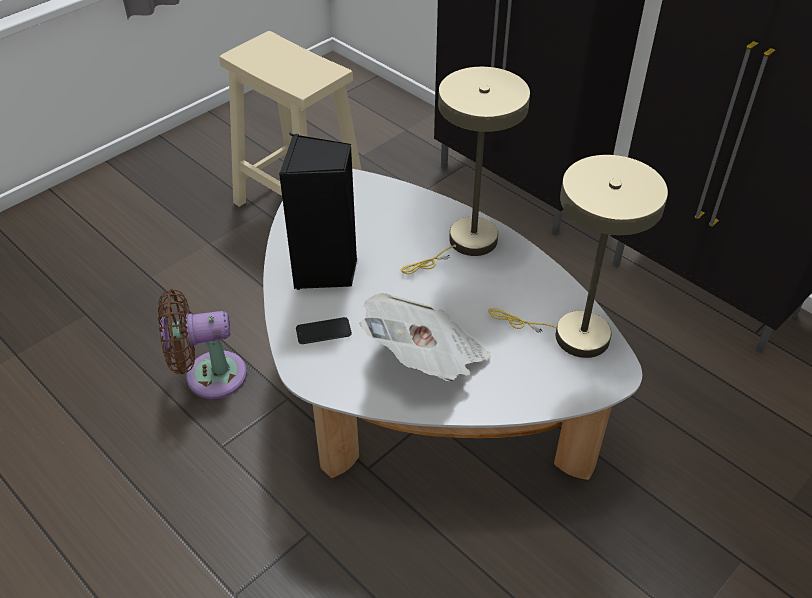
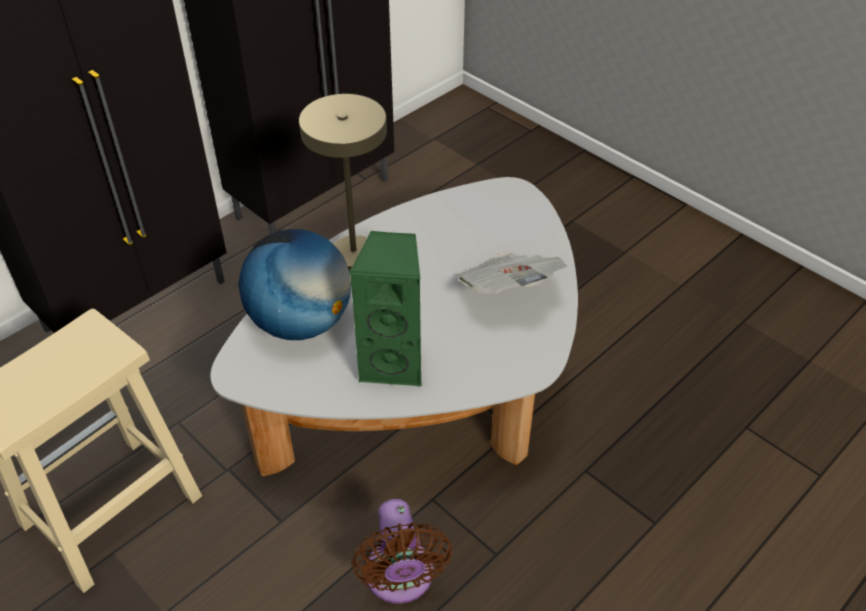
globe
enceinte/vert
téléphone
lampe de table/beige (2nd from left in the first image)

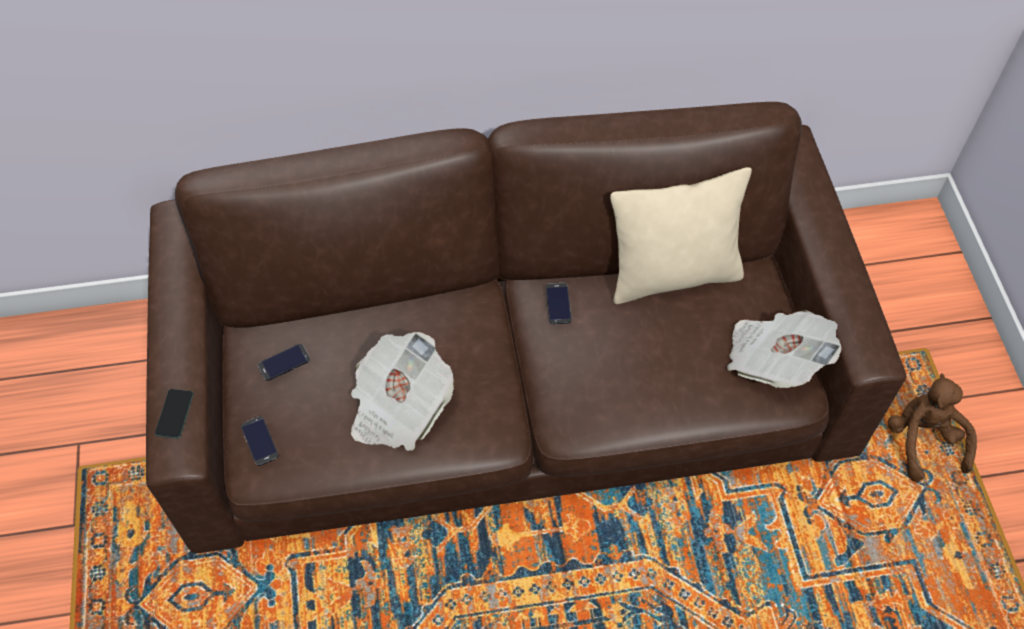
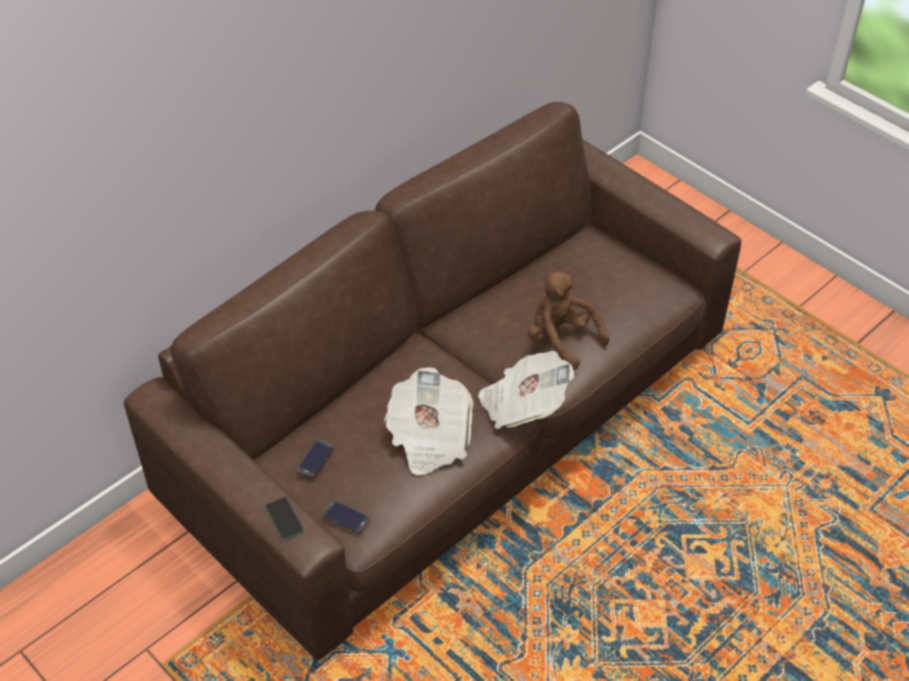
journal (2nd from left)
peluche/marron
téléphone (4th from left in the first image)
coussin/beige

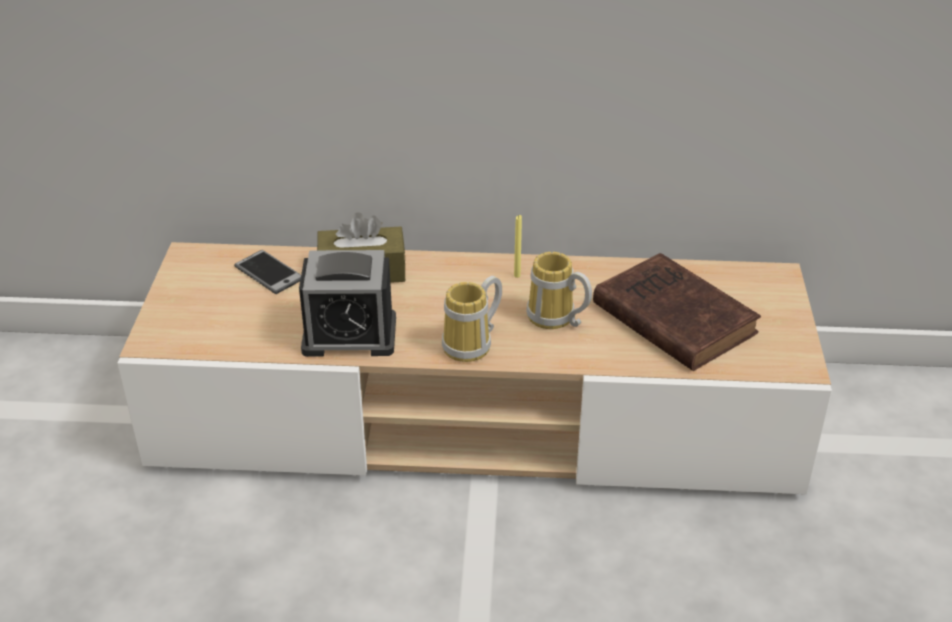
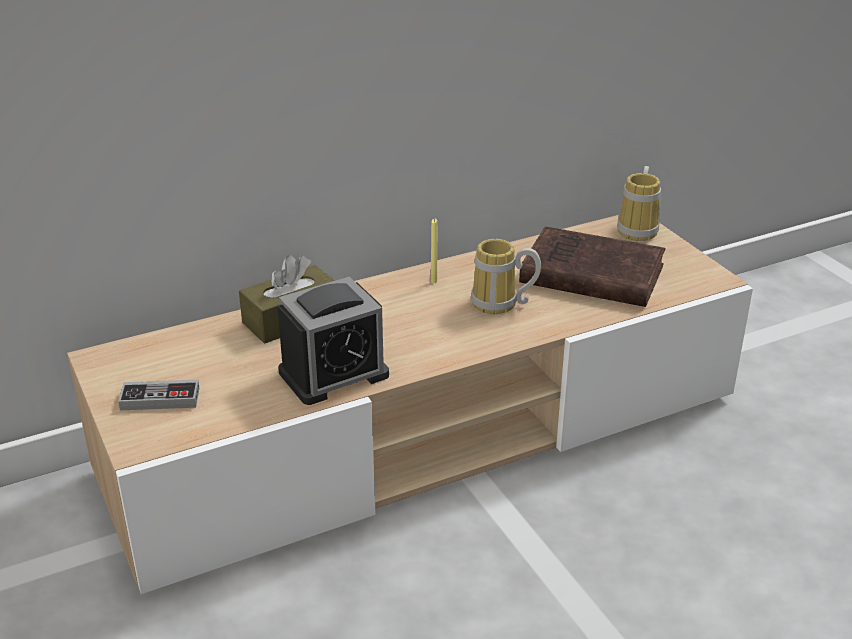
manette
mug (2nd from left)
téléphone

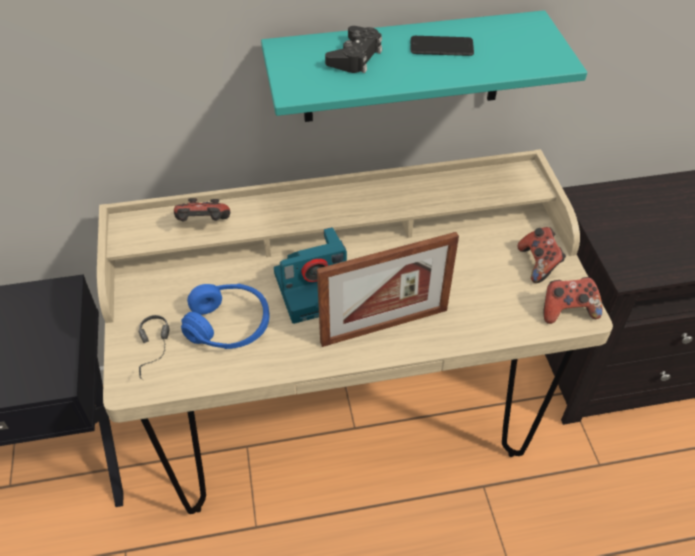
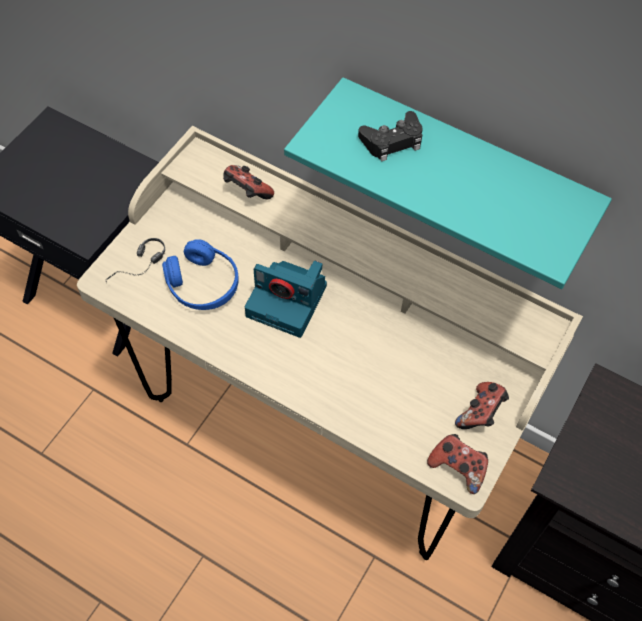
cadre photo
téléphone

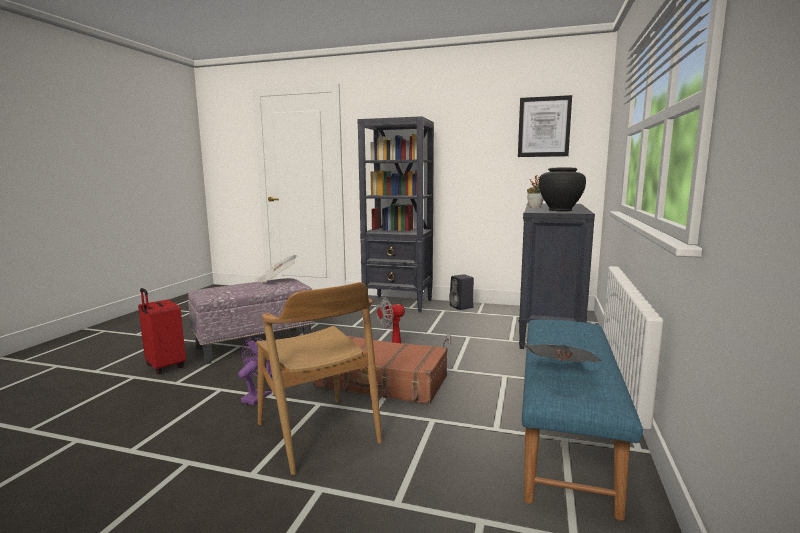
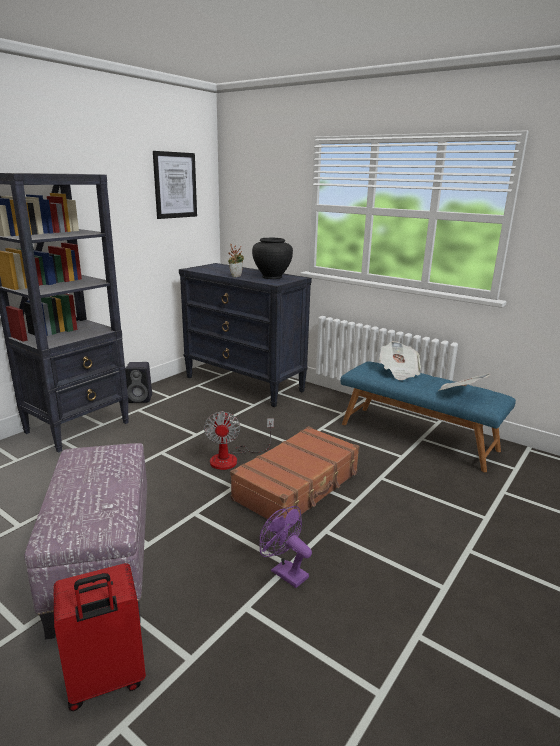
journal (1st from left)
chaise/marron

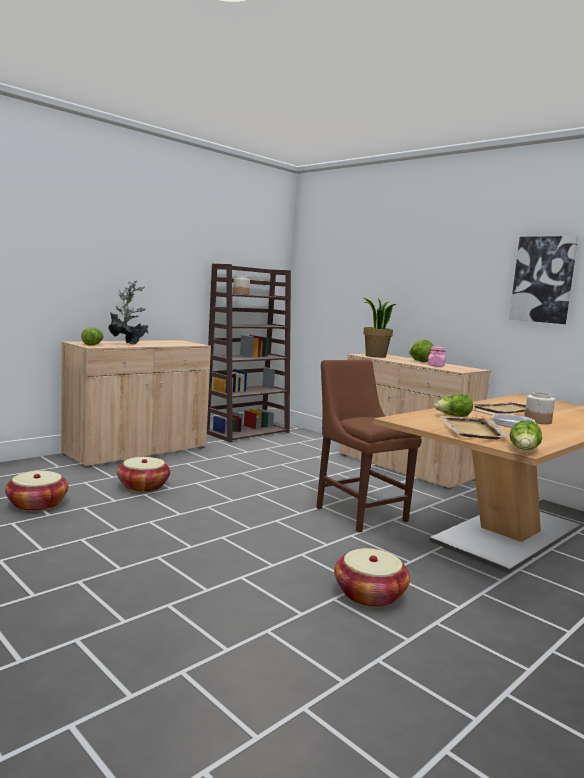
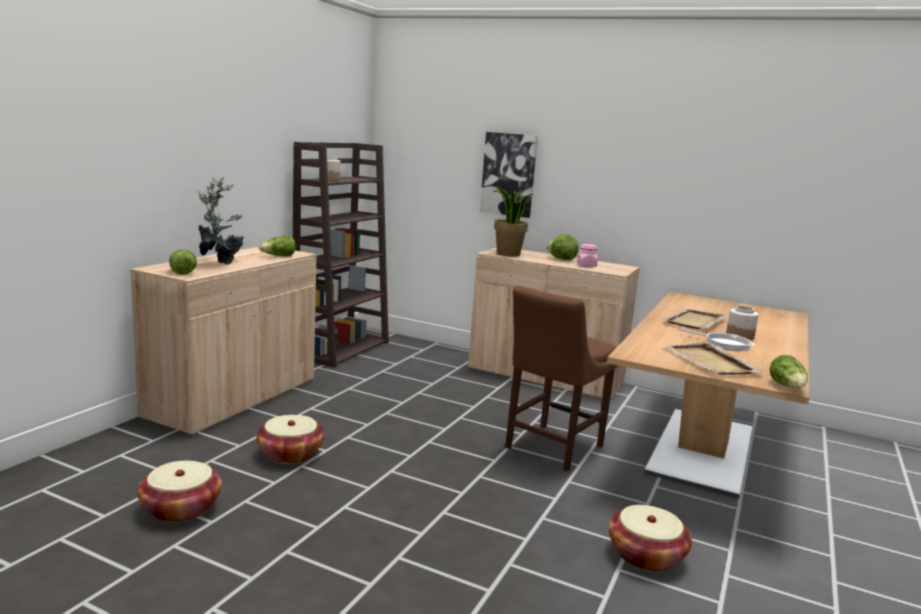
laitue (2nd from left)
tableau
chaise/marron

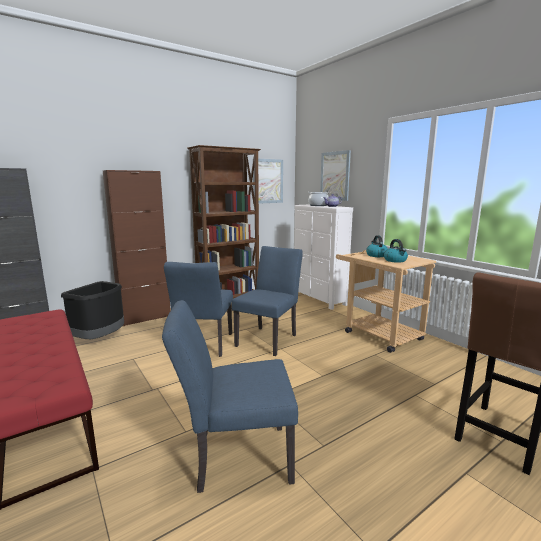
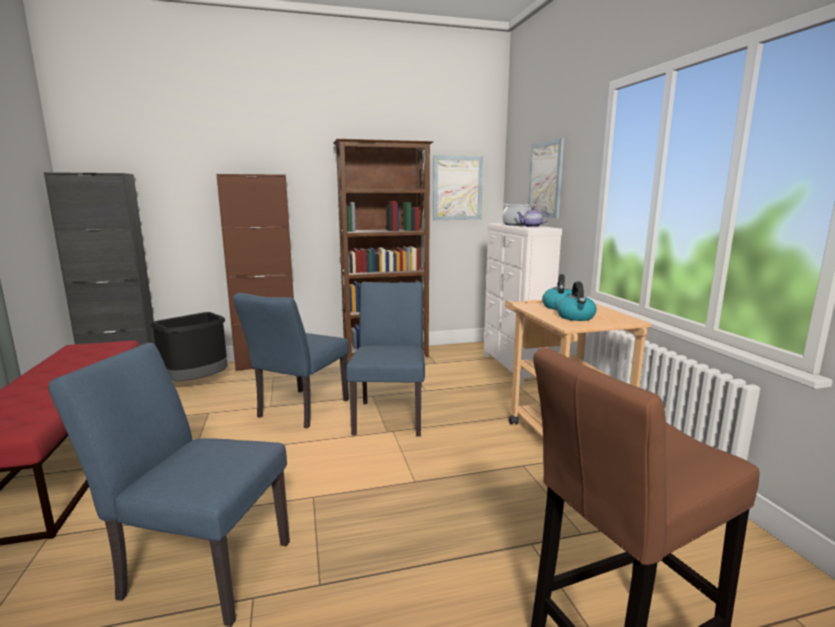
chaise/bleu (3rd from left)

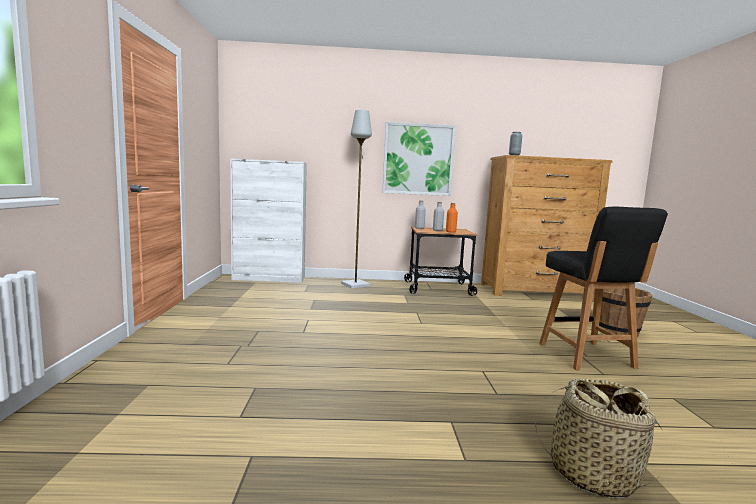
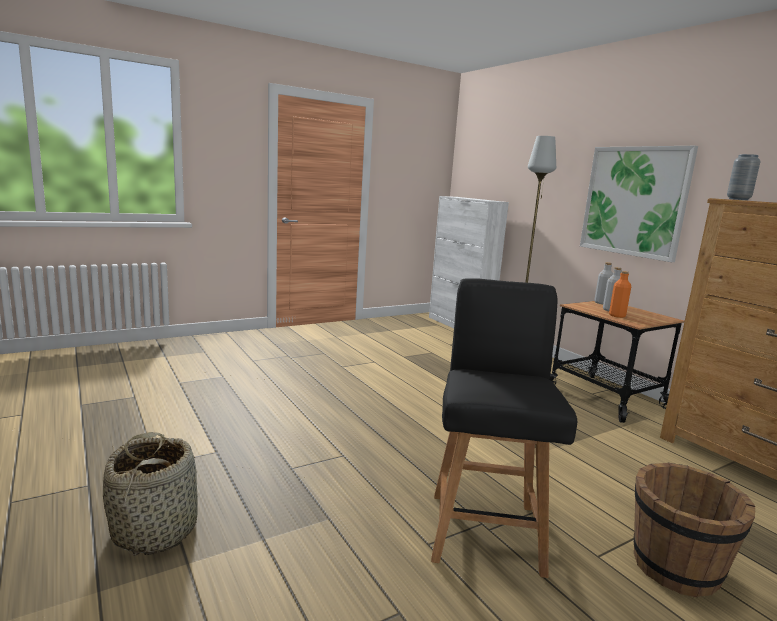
chaise/noir

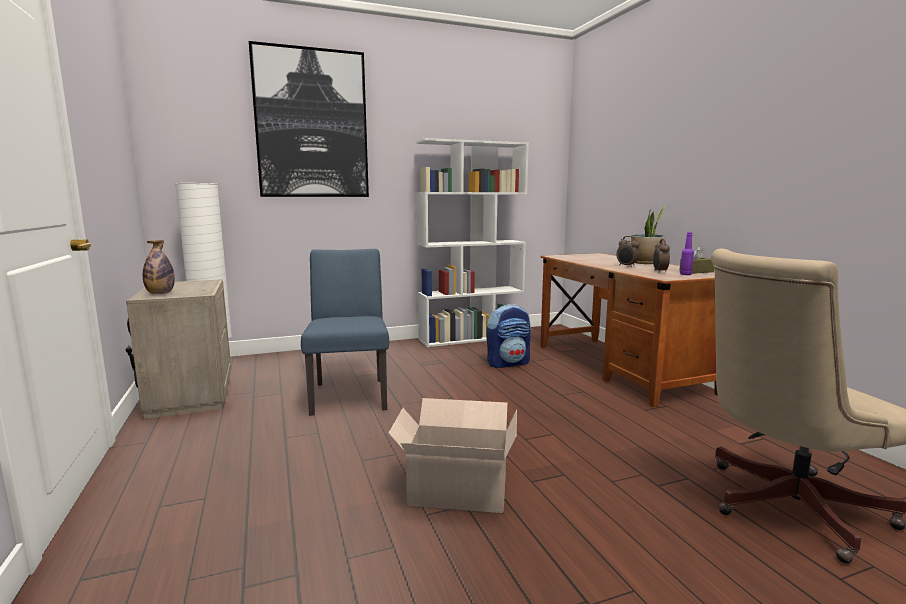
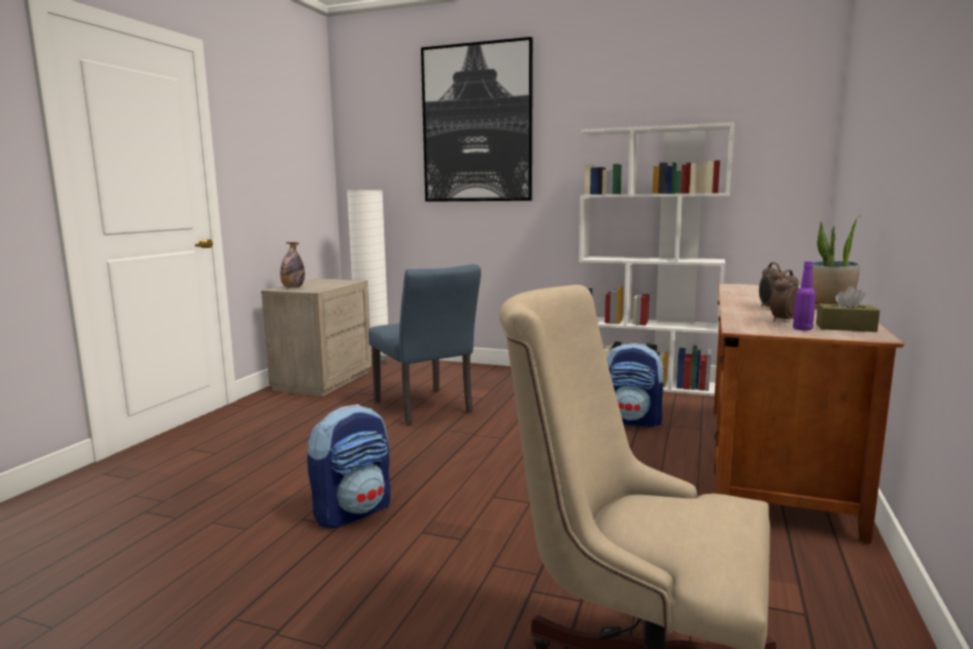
sac à dos (1st from left)
chaise/bleu

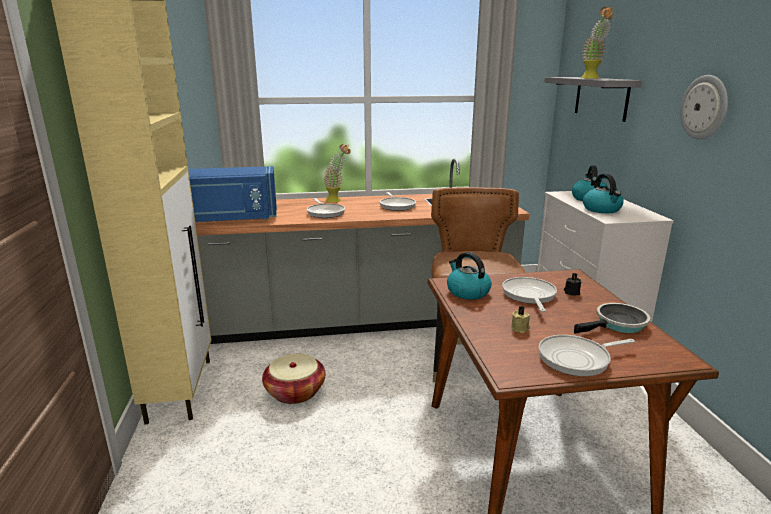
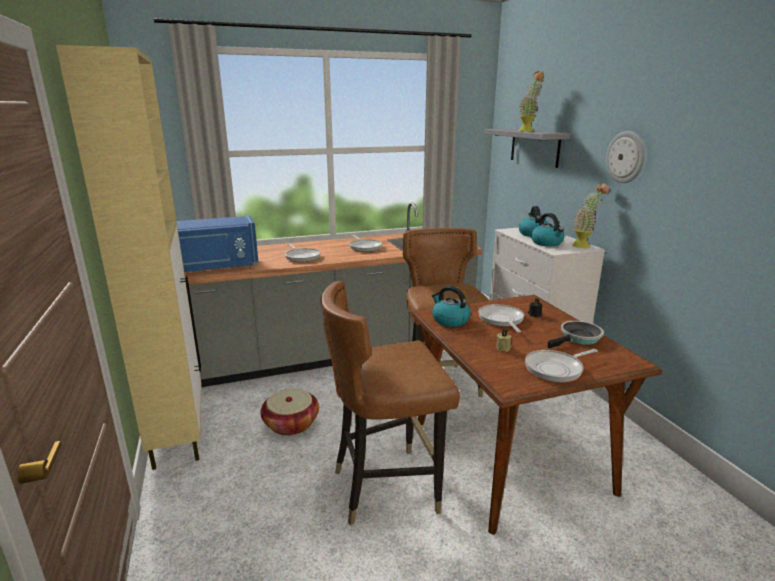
chaise/marron (1st from left)
plante en pot (2nd from left)

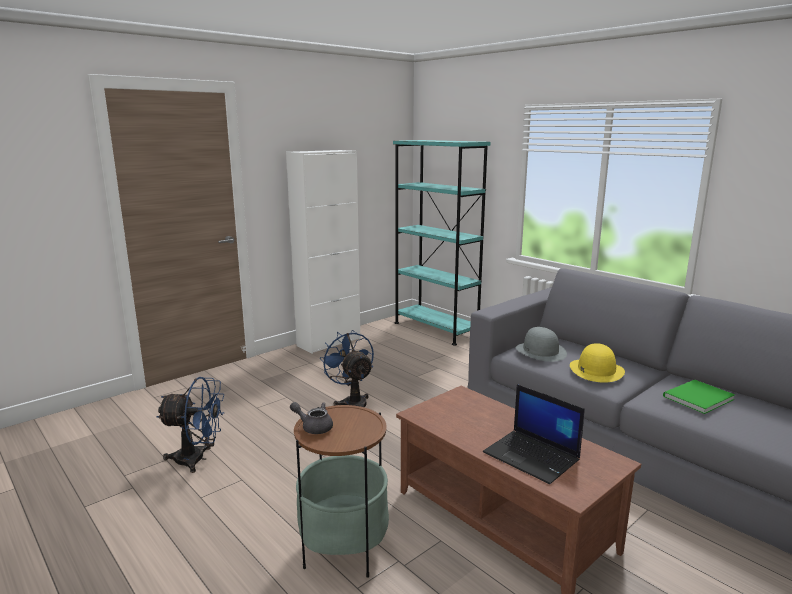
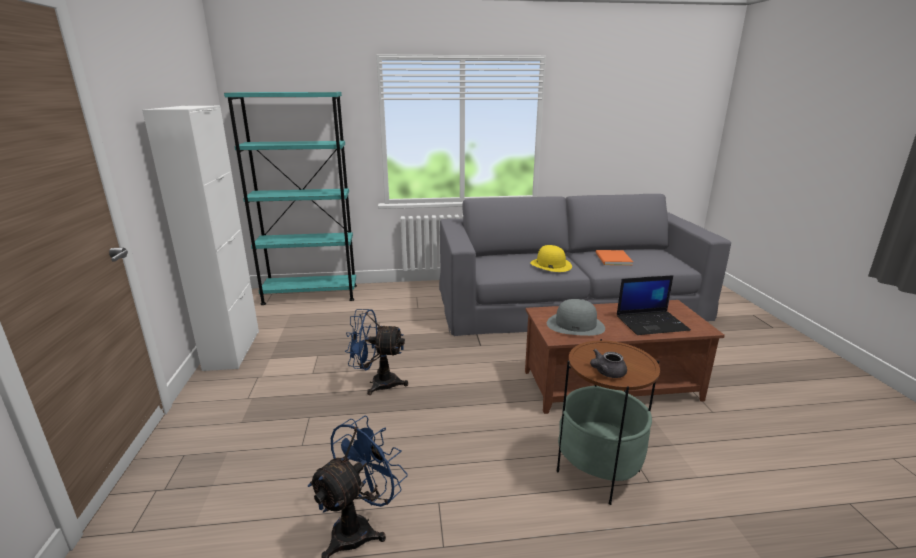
chapeau/gris
livre/orange

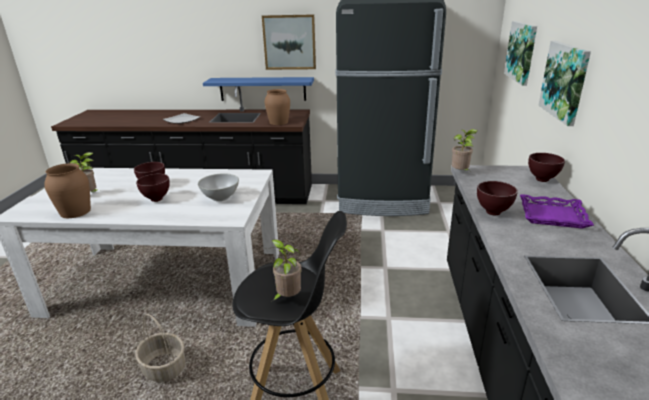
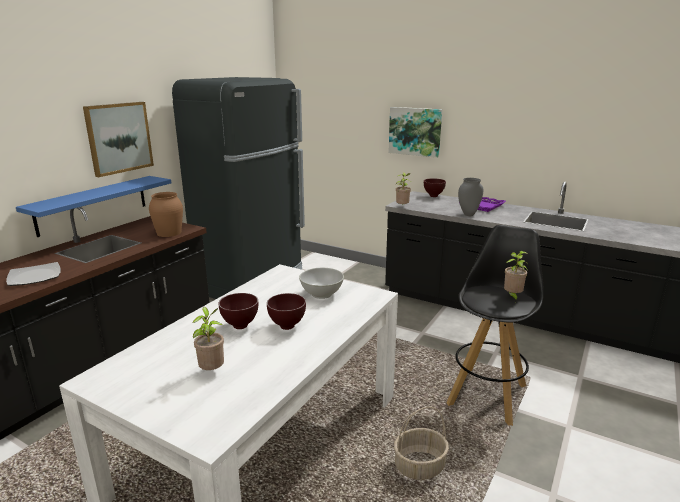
vase/gris
vase/marron (1st from left in the first image)
tableau (2nd from left in the first image)

